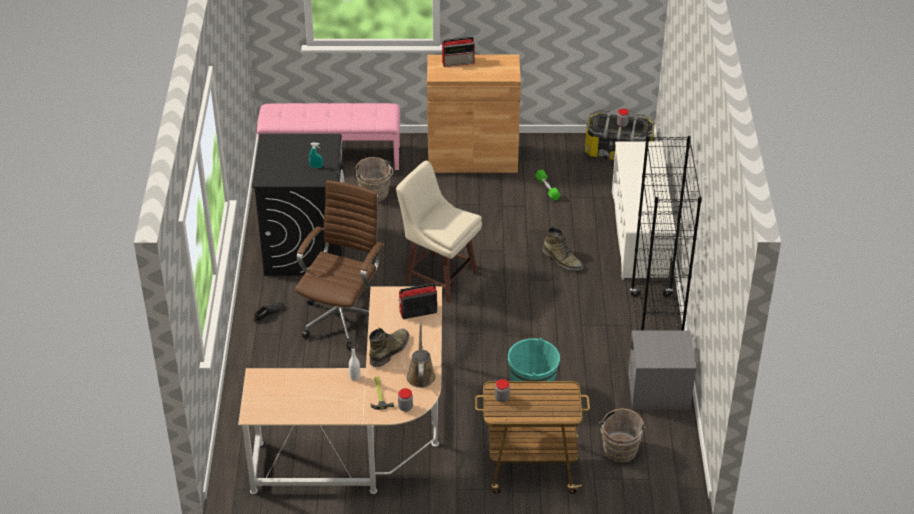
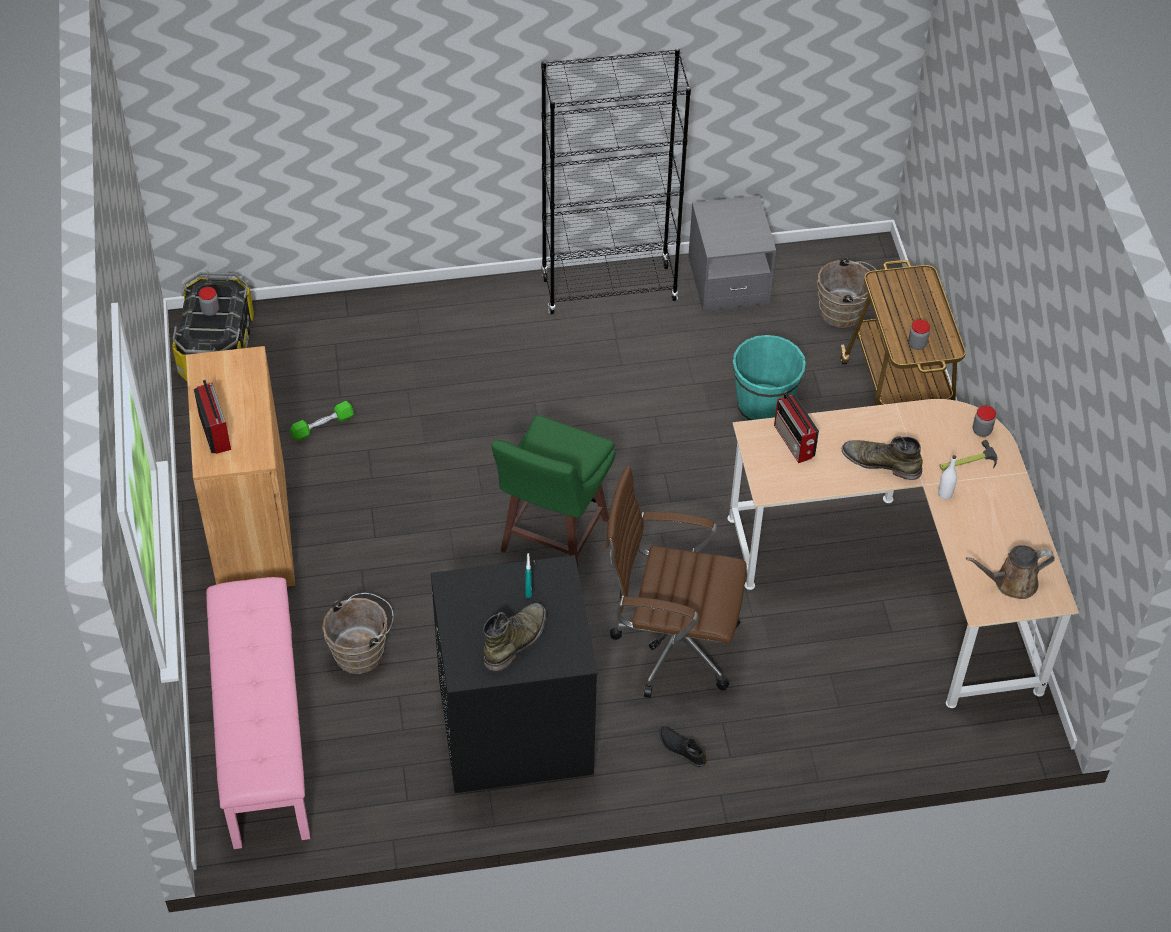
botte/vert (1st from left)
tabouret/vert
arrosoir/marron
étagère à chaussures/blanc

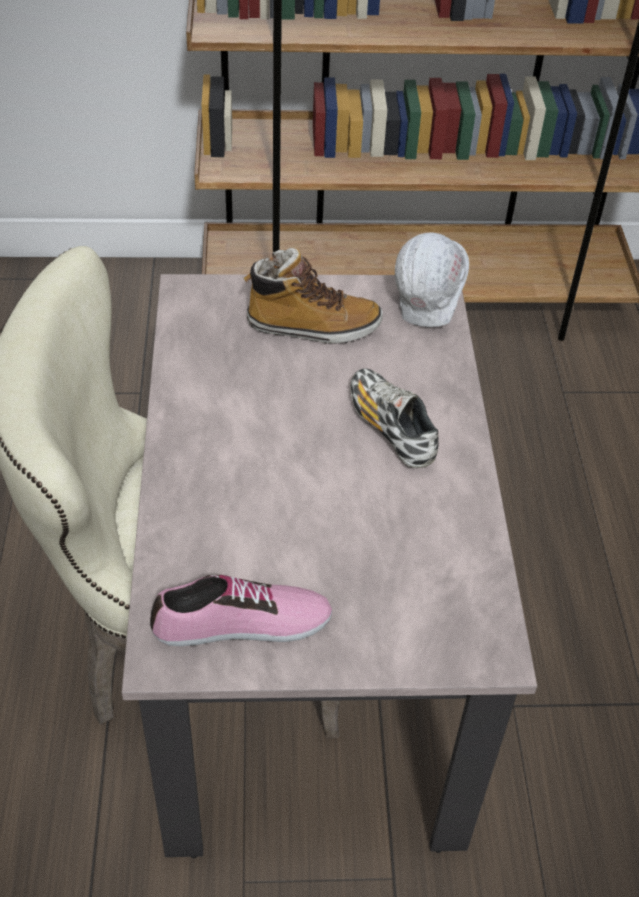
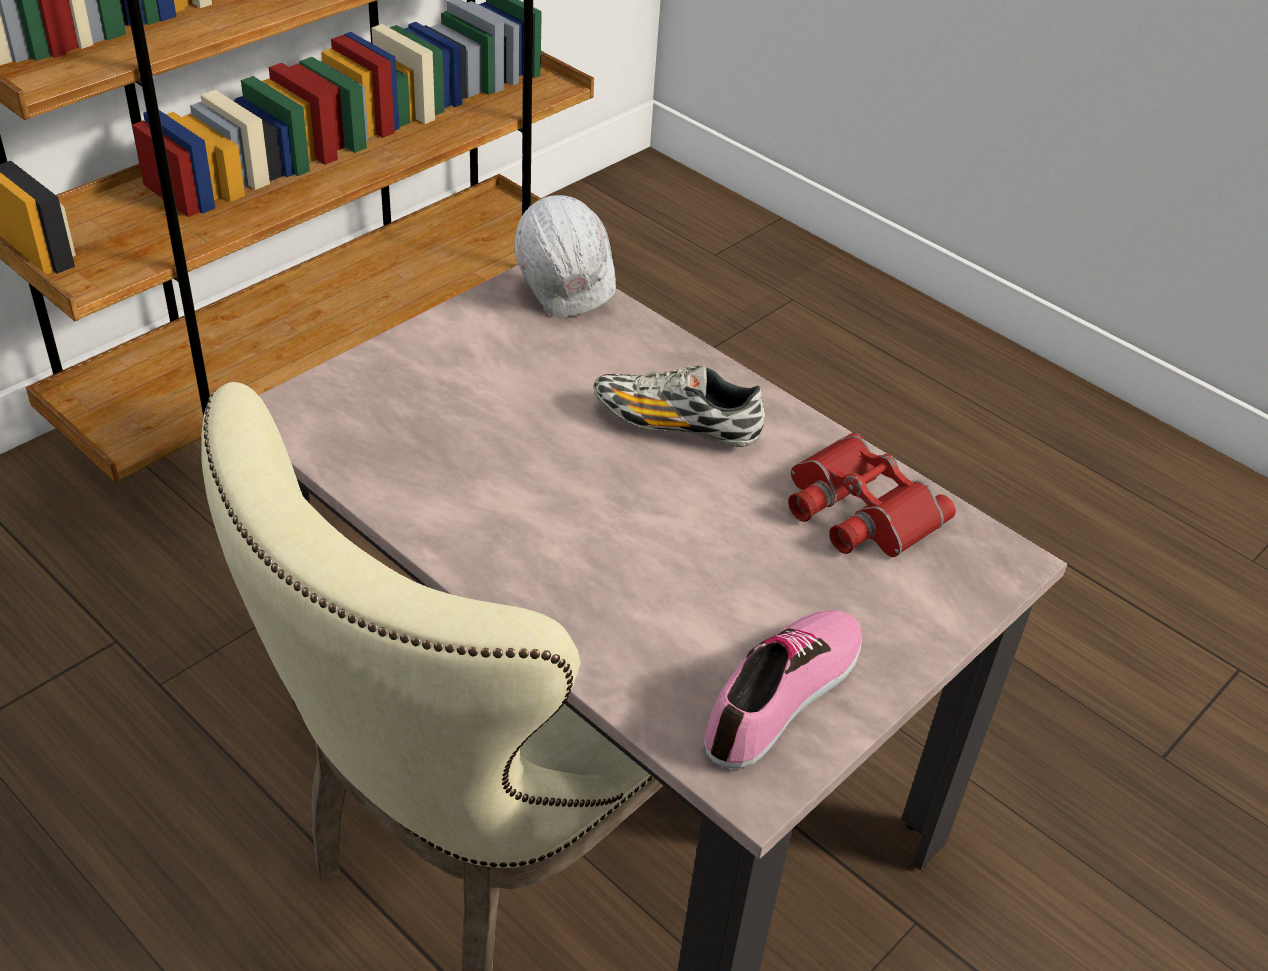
jumelles/rouge
botte

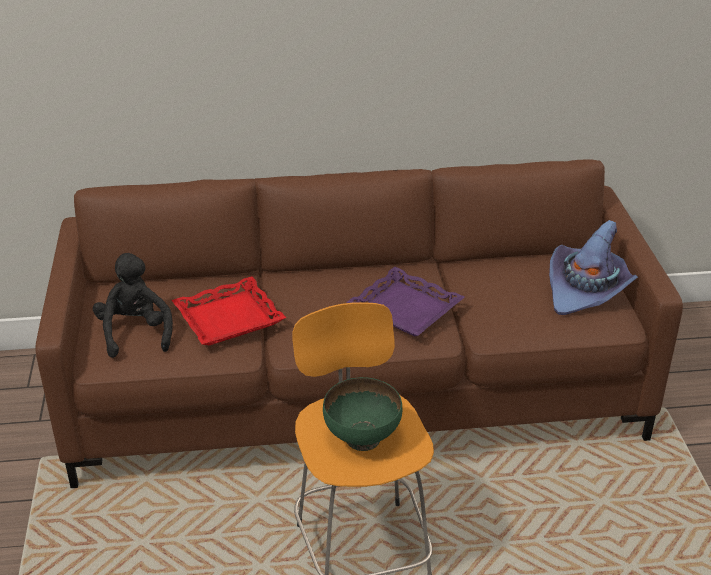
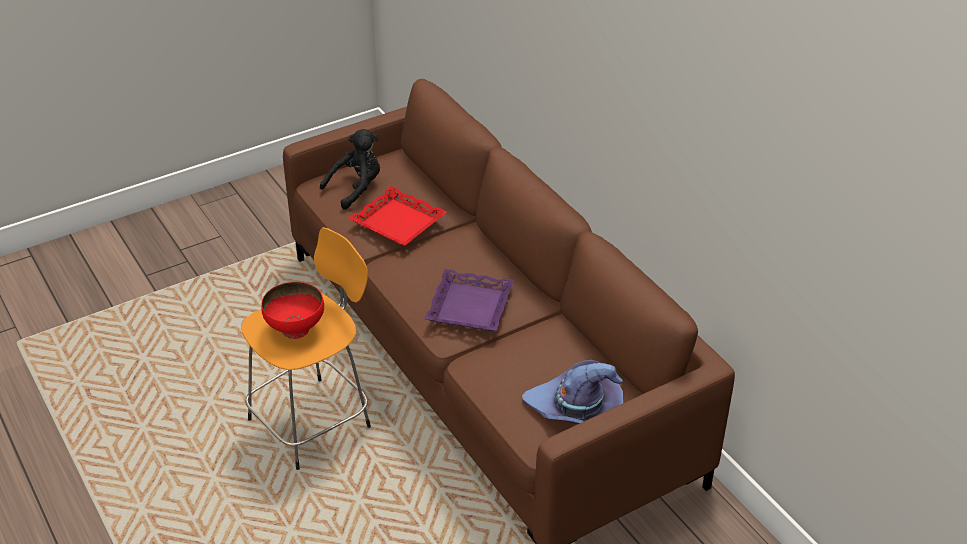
bol/rouge

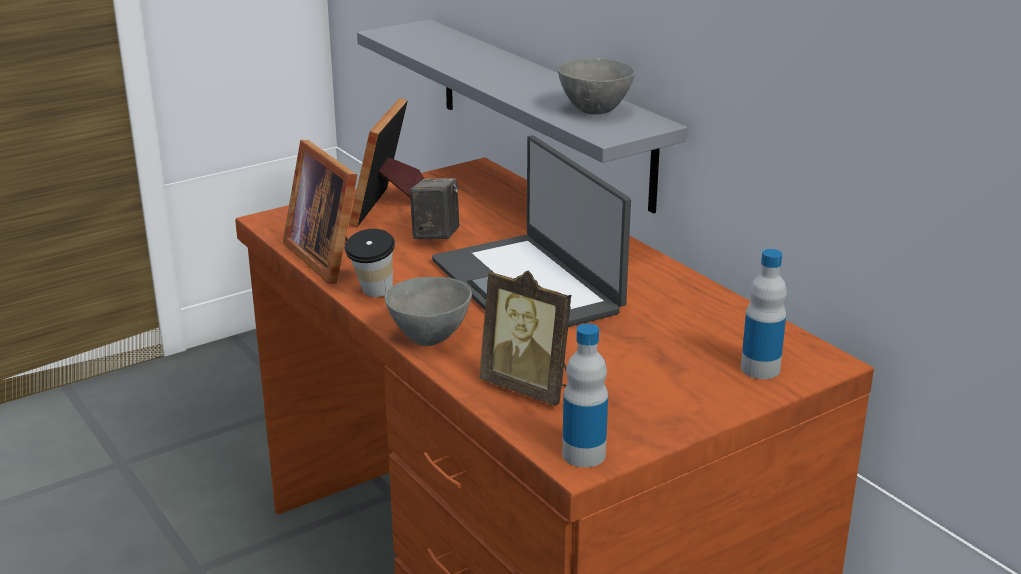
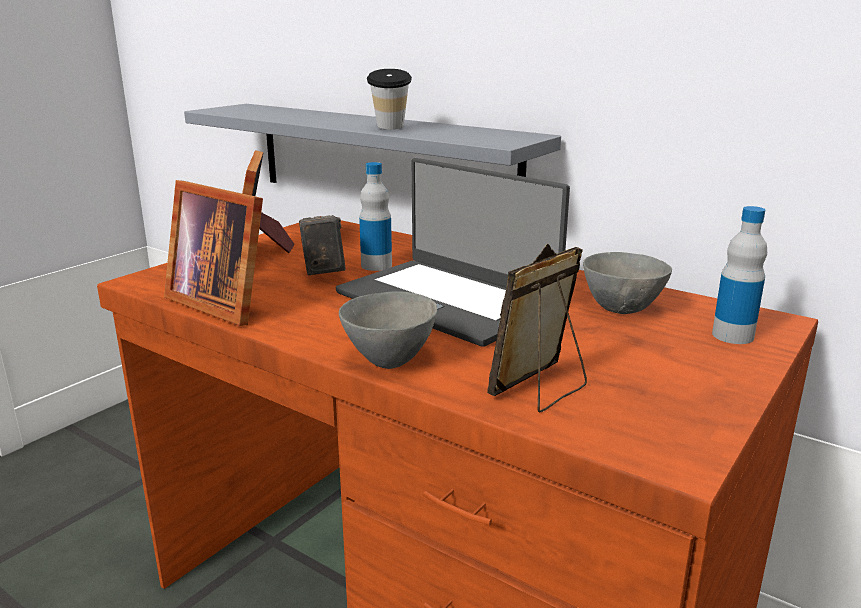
bouteille (1st from left)
tasse
cadre photo (3rd from left)
bol/gris (2nd from left)

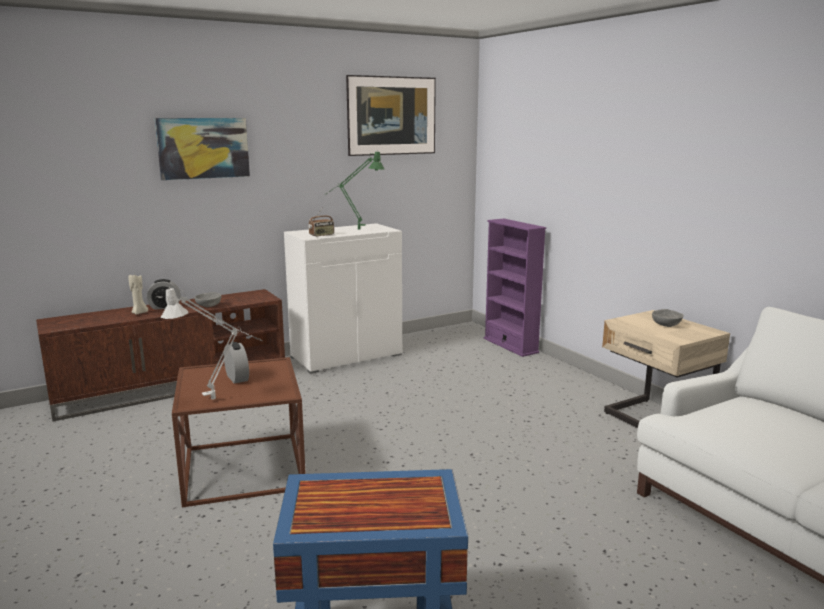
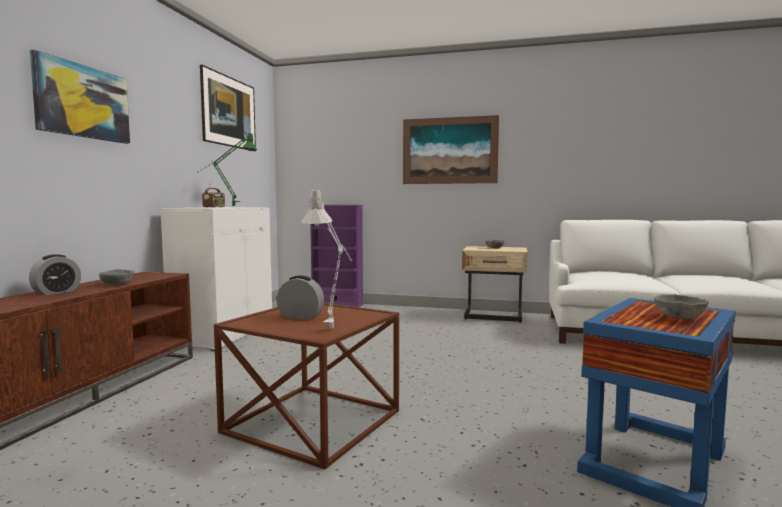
tableau (3rd from left)
bol/gris (3rd from left)
bougie/beige

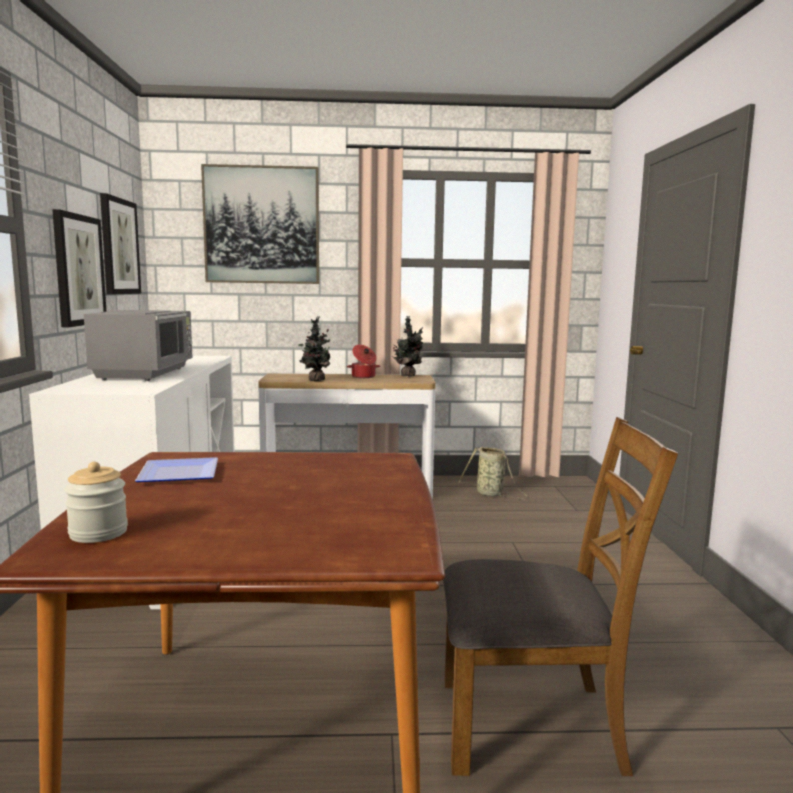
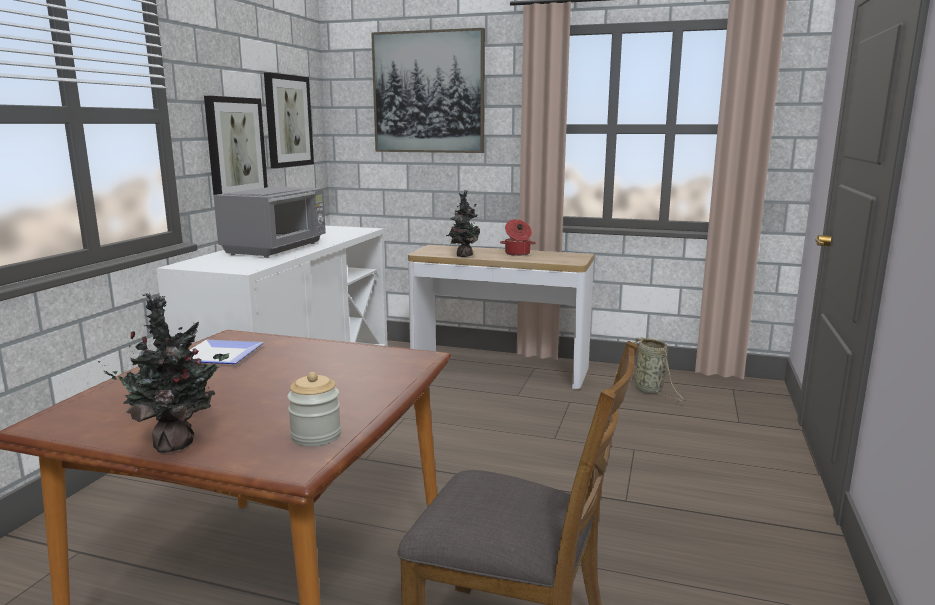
plante en pot (1st from left)
bocal

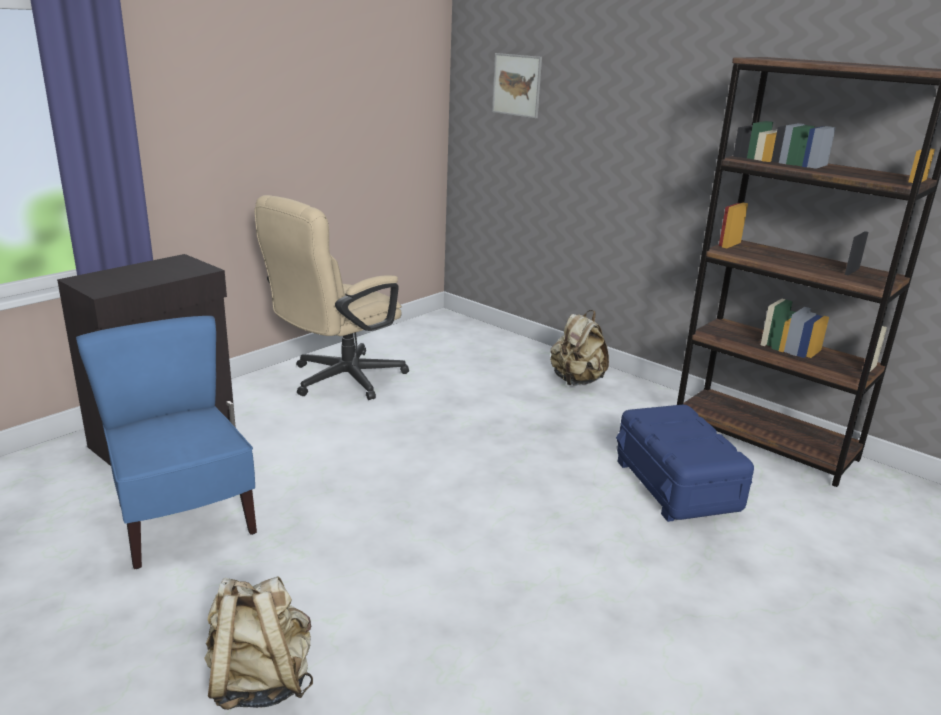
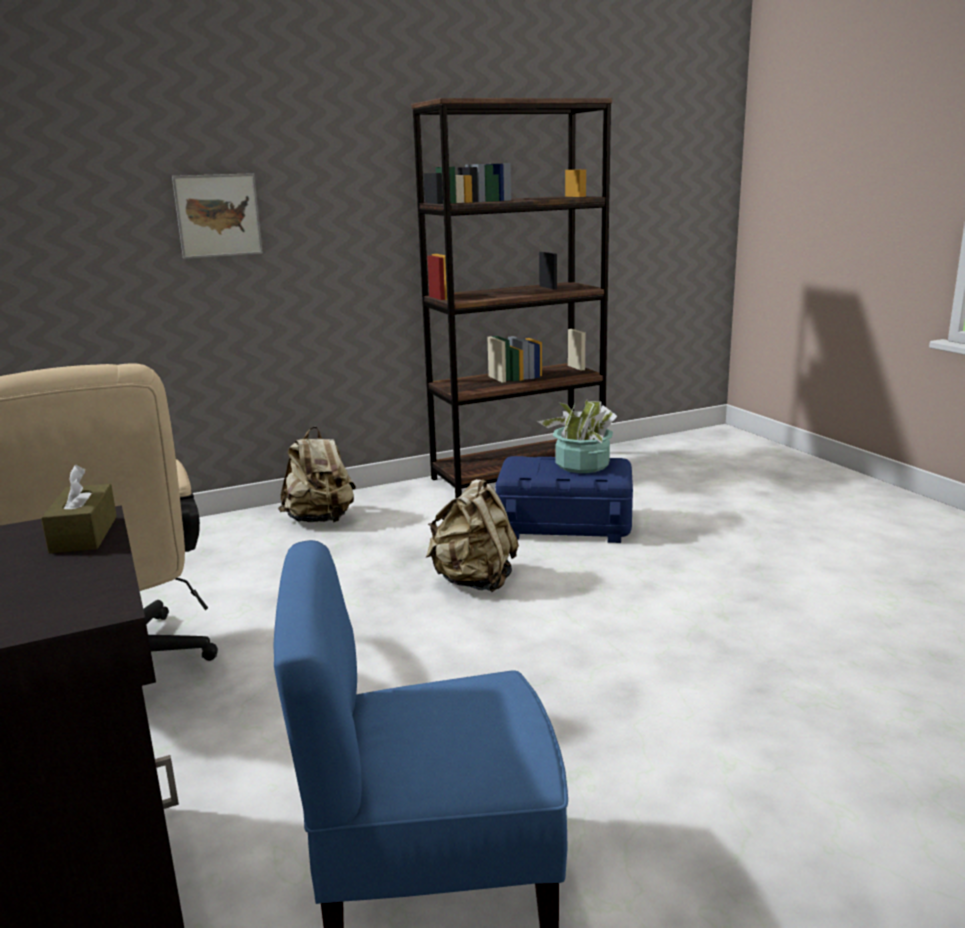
boîte à mouchoirs/marron
tableau
sac à dos/beige (2nd from left)
plante en pot

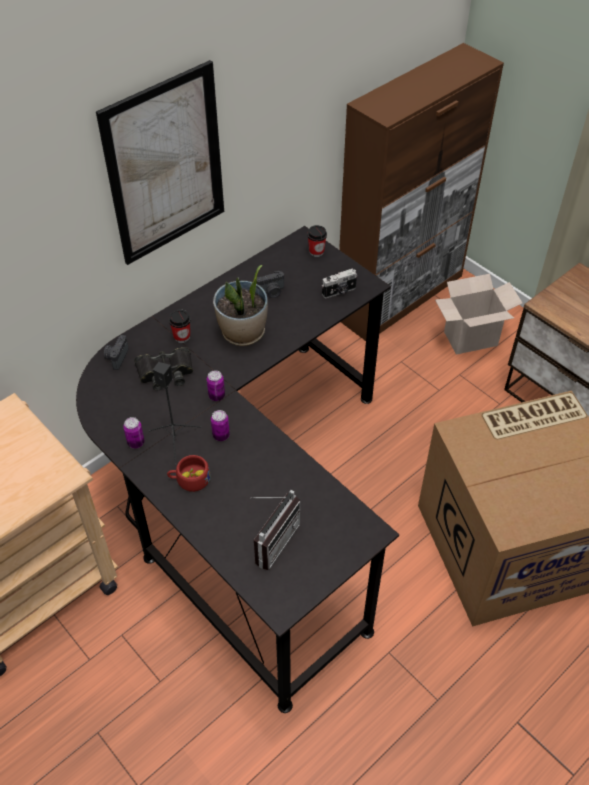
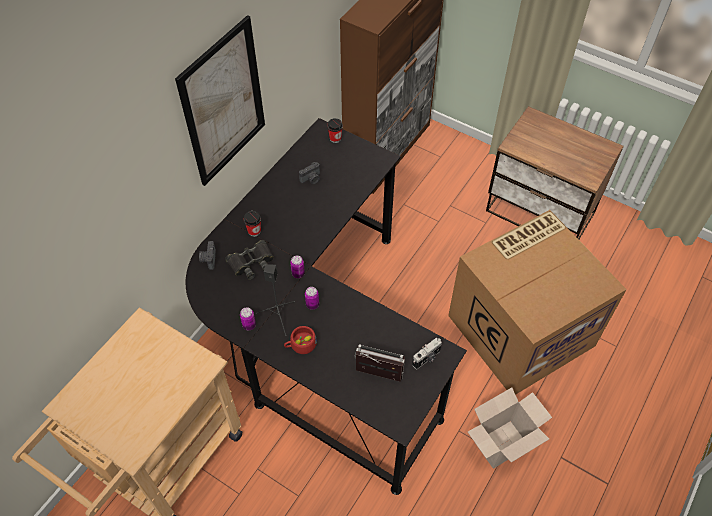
radio
appareil photo (3rd from left)
carton (1st from left)
plante en pot

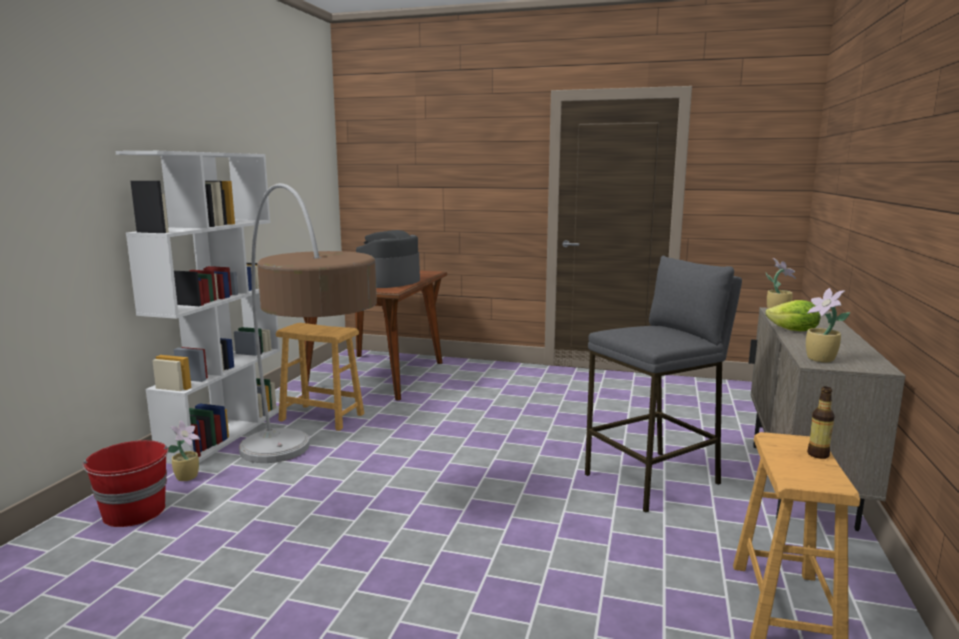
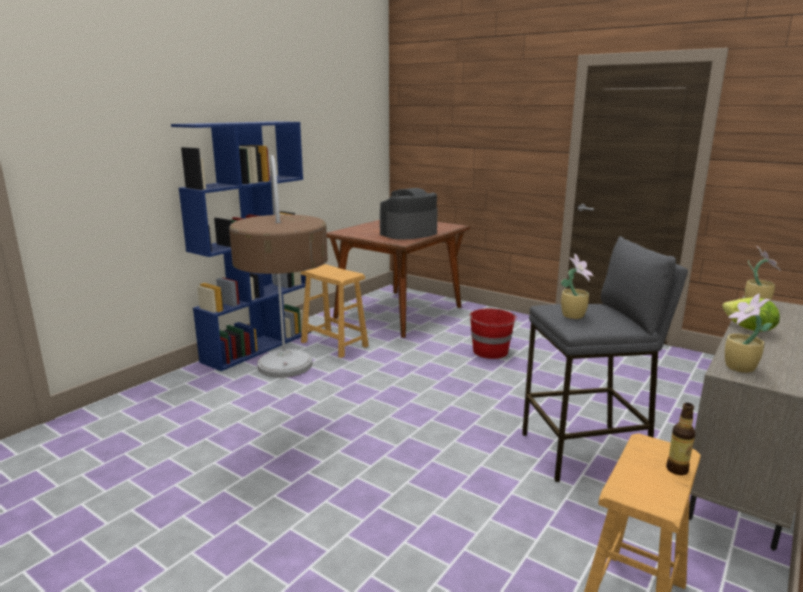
bibliothèque/bleu
seau/rouge
plante en pot (1st from left)

